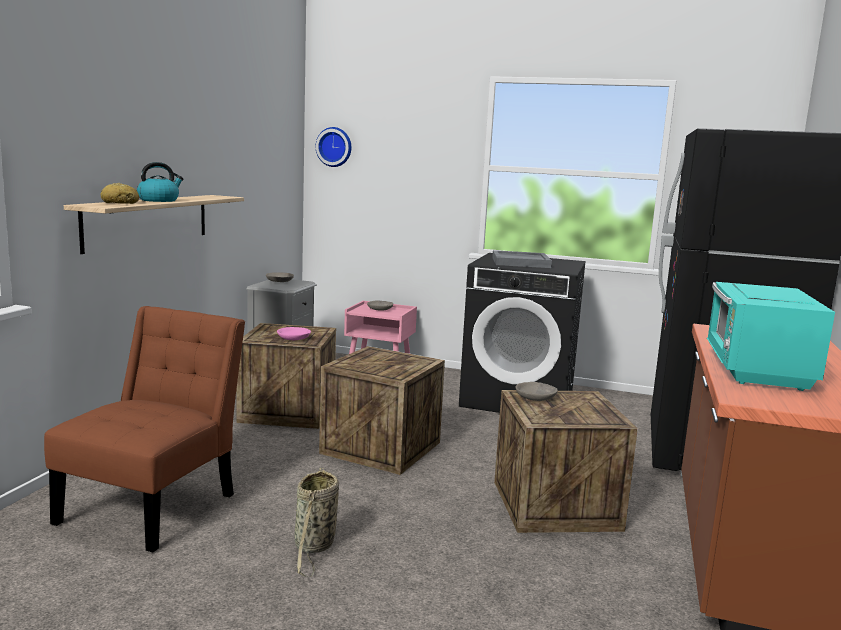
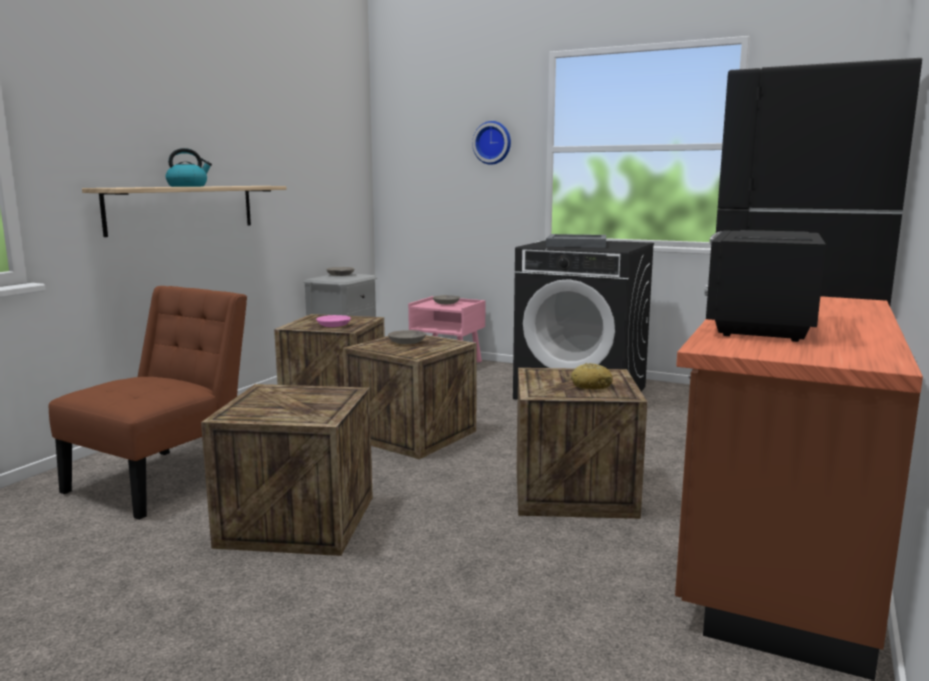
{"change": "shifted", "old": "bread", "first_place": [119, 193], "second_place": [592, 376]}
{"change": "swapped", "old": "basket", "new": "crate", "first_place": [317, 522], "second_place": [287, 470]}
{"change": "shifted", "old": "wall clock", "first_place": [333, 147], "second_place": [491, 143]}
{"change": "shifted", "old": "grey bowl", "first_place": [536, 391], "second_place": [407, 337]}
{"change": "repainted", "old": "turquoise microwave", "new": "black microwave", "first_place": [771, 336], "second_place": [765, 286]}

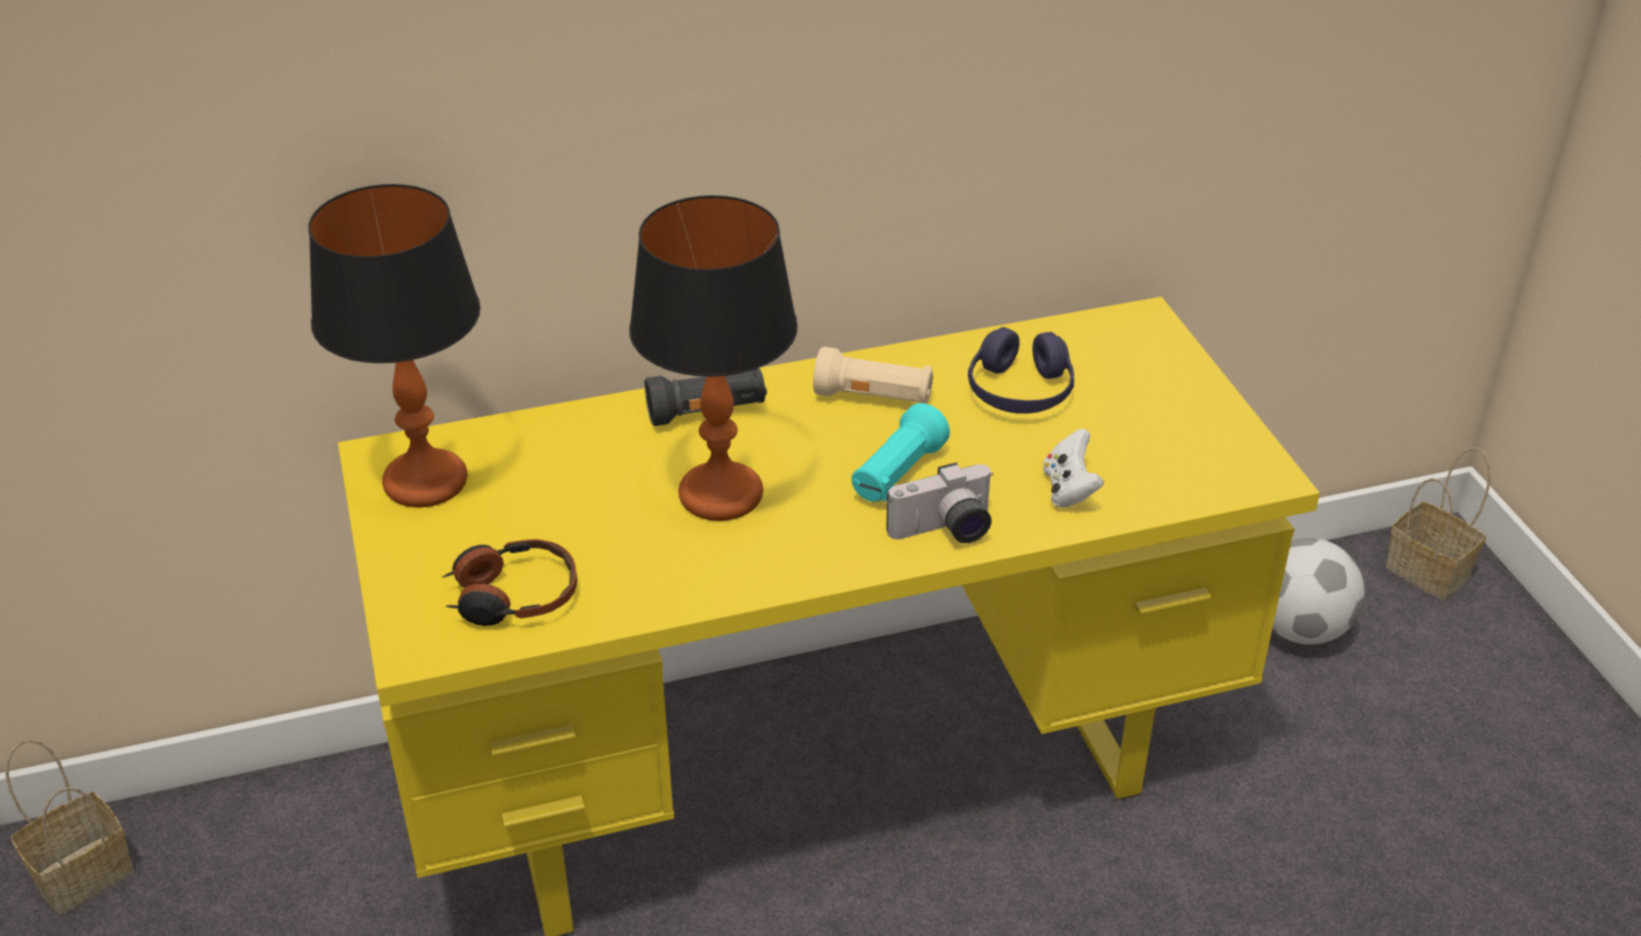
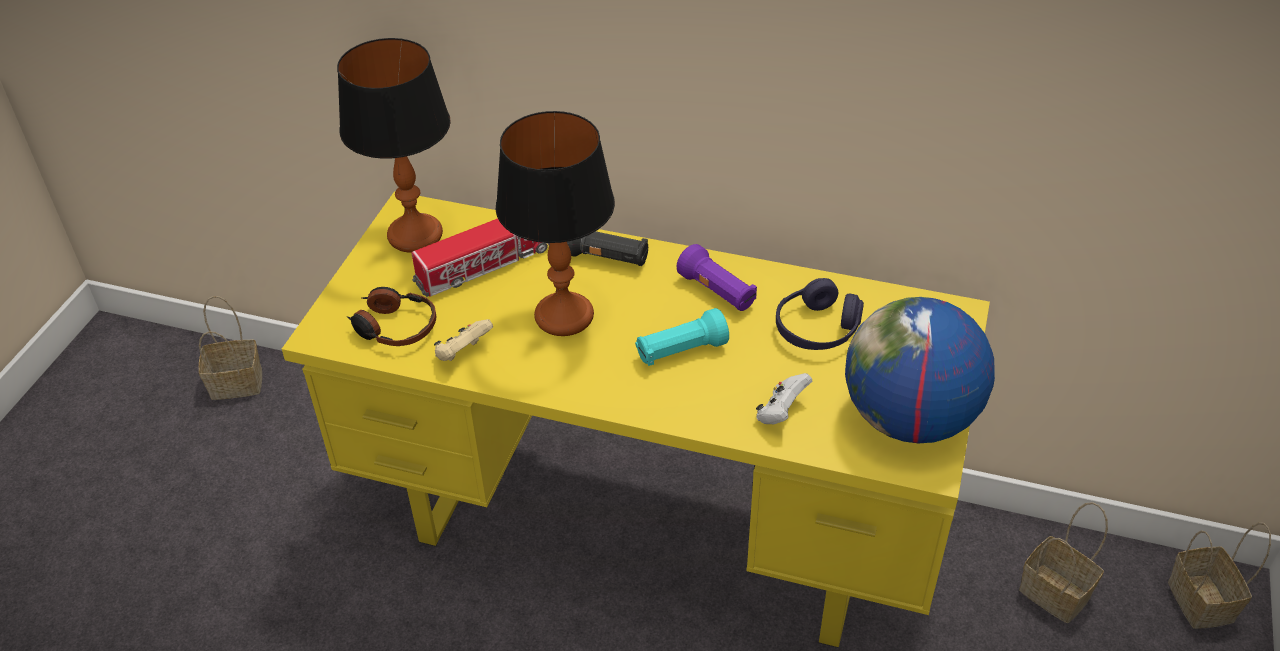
{"change": "repainted", "old": "beige flashlight", "new": "purple flashlight", "first_place": [873, 375], "second_place": [717, 277]}
{"change": "gone", "old": "photo camera", "first_place": [939, 503]}
{"change": "swapped", "old": "football", "new": "basket", "first_place": [1318, 591], "second_place": [1063, 562]}
{"change": "new", "new": "toy truck", "second_place": [481, 257]}
{"change": "new", "new": "beige game controller", "second_place": [463, 340]}
{"change": "new", "new": "globe", "second_place": [920, 370]}

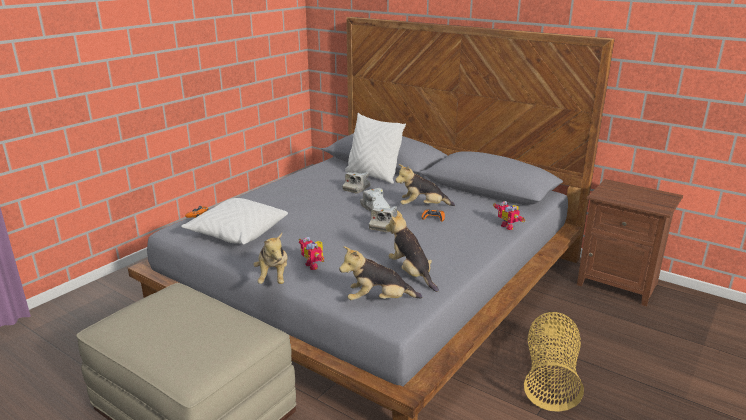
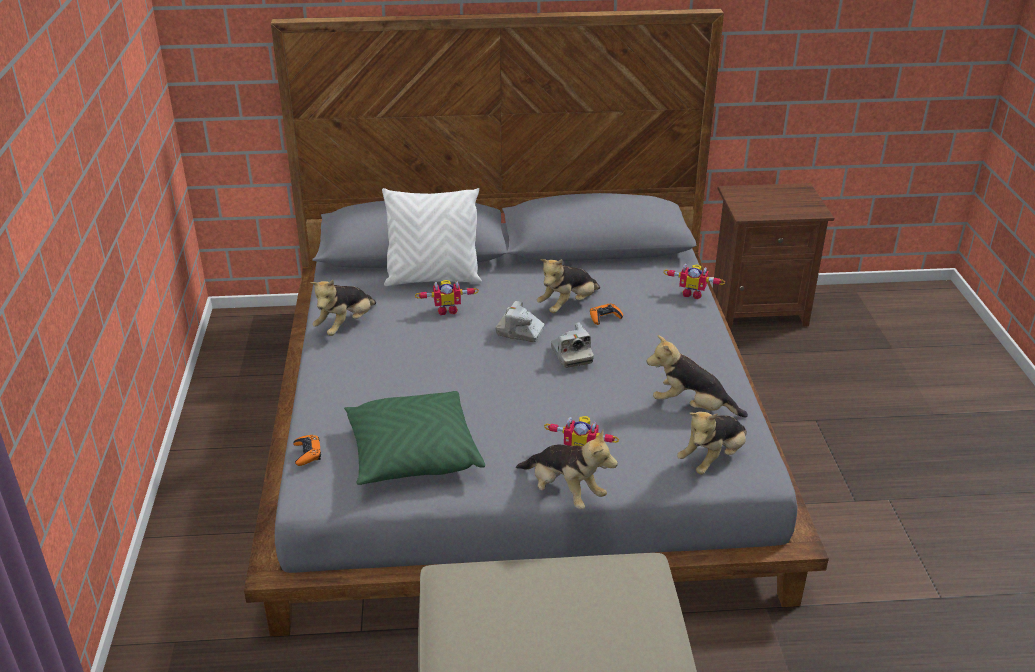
{"change": "repainted", "old": "white pillow", "new": "green pillow", "first_place": [234, 221], "second_place": [414, 438]}
{"change": "swapped", "old": "photo camera", "new": "toy robot", "first_place": [356, 183], "second_place": [447, 297]}
{"change": "gone", "old": "basket", "first_place": [554, 362]}
{"change": "new", "new": "plush toy", "second_place": [343, 308]}

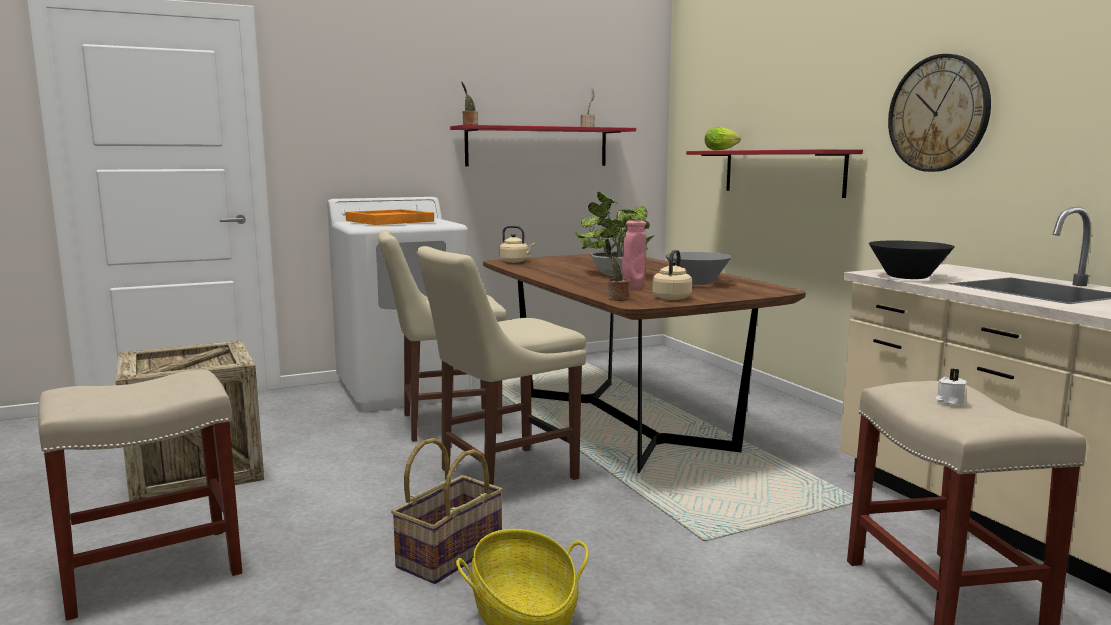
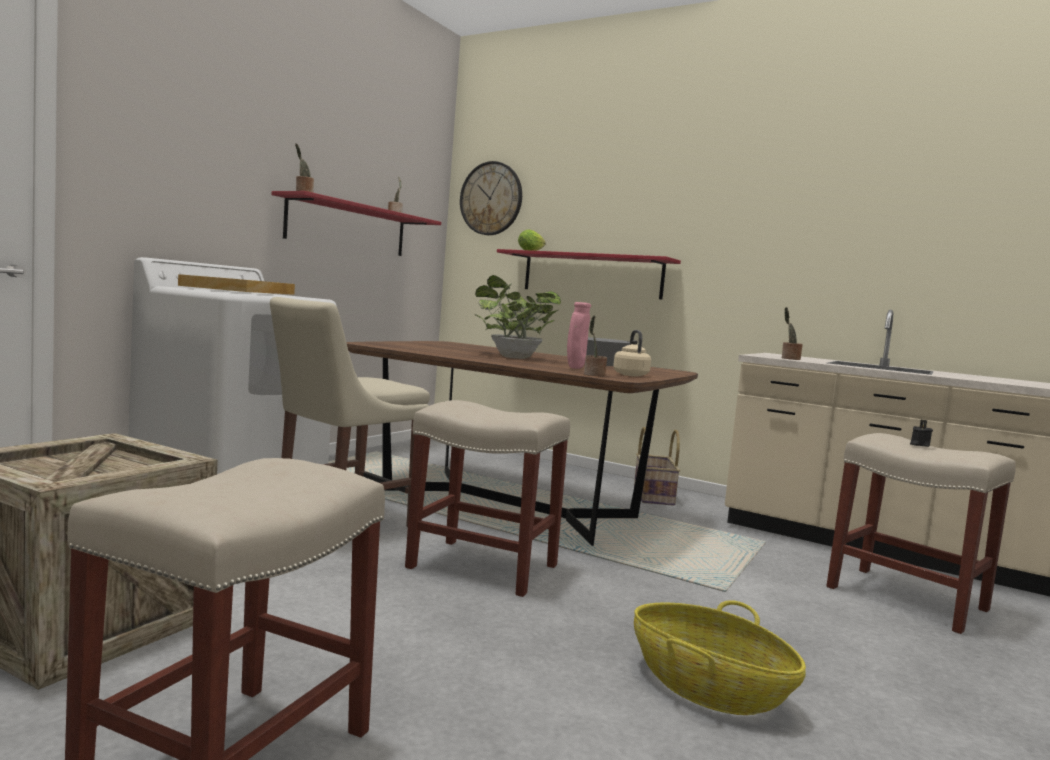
{"change": "repainted", "old": "orange tray", "new": "beige tray", "first_place": [390, 217], "second_place": [236, 284]}
{"change": "shifted", "old": "basket", "first_place": [447, 511], "second_place": [657, 466]}
{"change": "swapped", "old": "beige chair", "new": "beige stool", "first_place": [501, 365], "second_place": [487, 498]}
{"change": "gone", "old": "beige kettle", "first_place": [517, 244]}
{"change": "swapped", "old": "black bowl", "new": "potted plant", "first_place": [911, 260], "second_place": [792, 333]}
{"change": "shifted", "old": "wall clock", "first_place": [939, 113], "second_place": [491, 198]}
{"change": "repainted", "old": "white candle", "new": "black candle", "first_place": [951, 386], "second_place": [921, 433]}

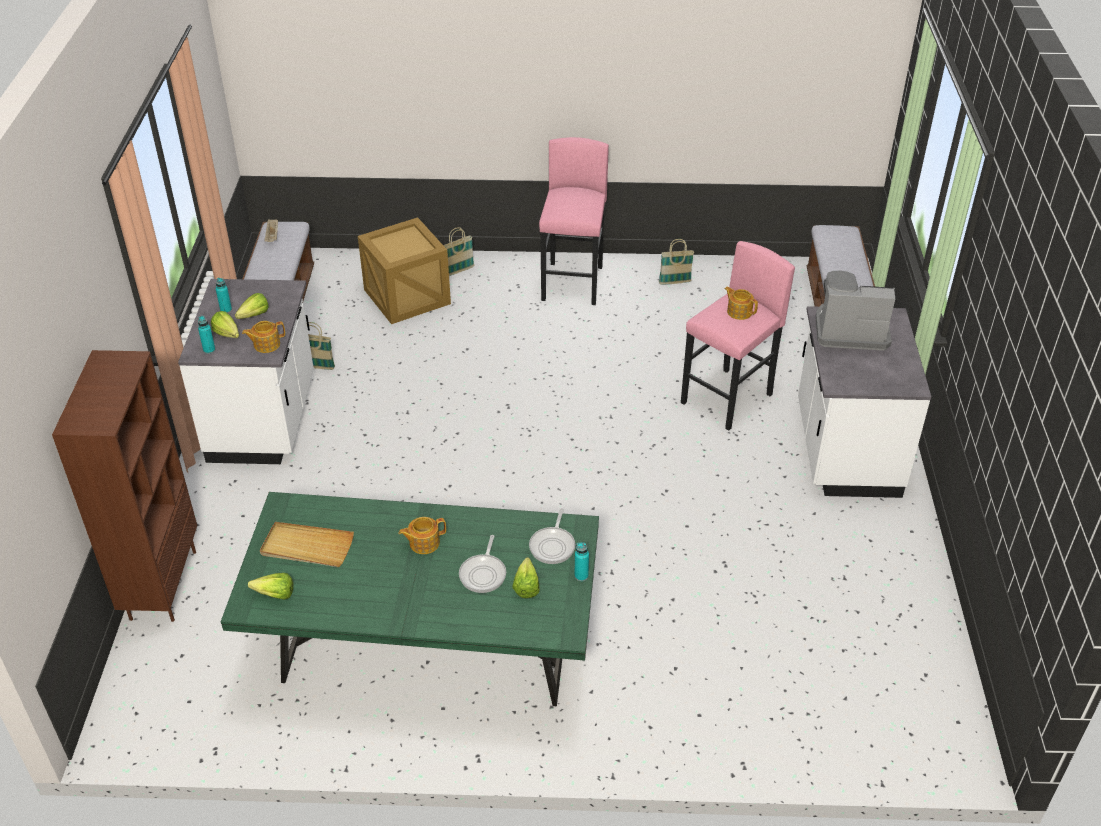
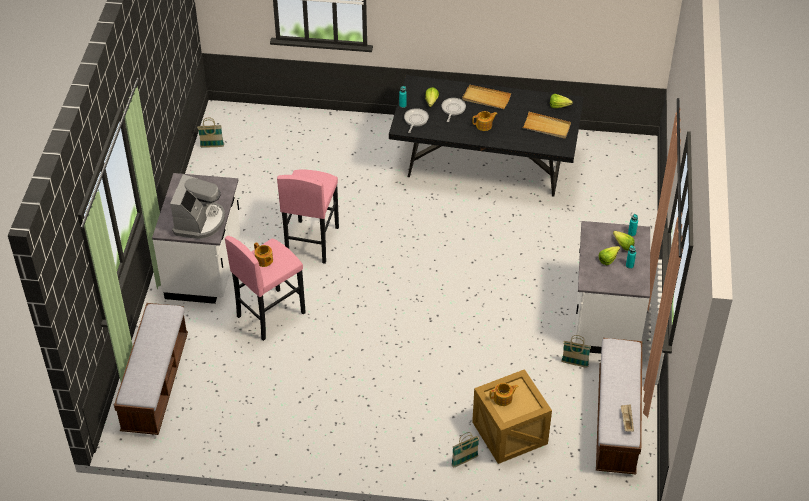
{"change": "gone", "old": "brown bookcase", "first_place": [124, 486]}
{"change": "repainted", "old": "green dining table", "new": "black dining table", "first_place": [410, 599], "second_place": [486, 136]}
{"change": "shifted", "old": "teapot", "first_place": [263, 337], "second_place": [504, 394]}
{"change": "shifted", "old": "pink stool", "first_place": [574, 221], "second_place": [308, 216]}
{"change": "shifted", "old": "basket", "first_place": [676, 262], "second_place": [210, 132]}
{"change": "rotated", "old": "coffee machine", "first_place": [855, 311], "second_place": [197, 206], "degrees": -90}
{"change": "new", "new": "beige tray", "second_place": [486, 97]}

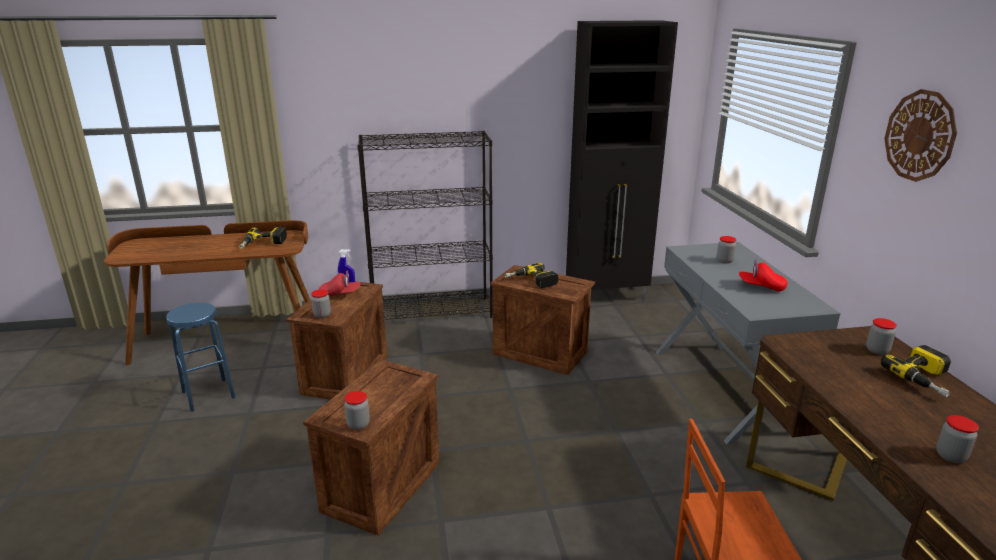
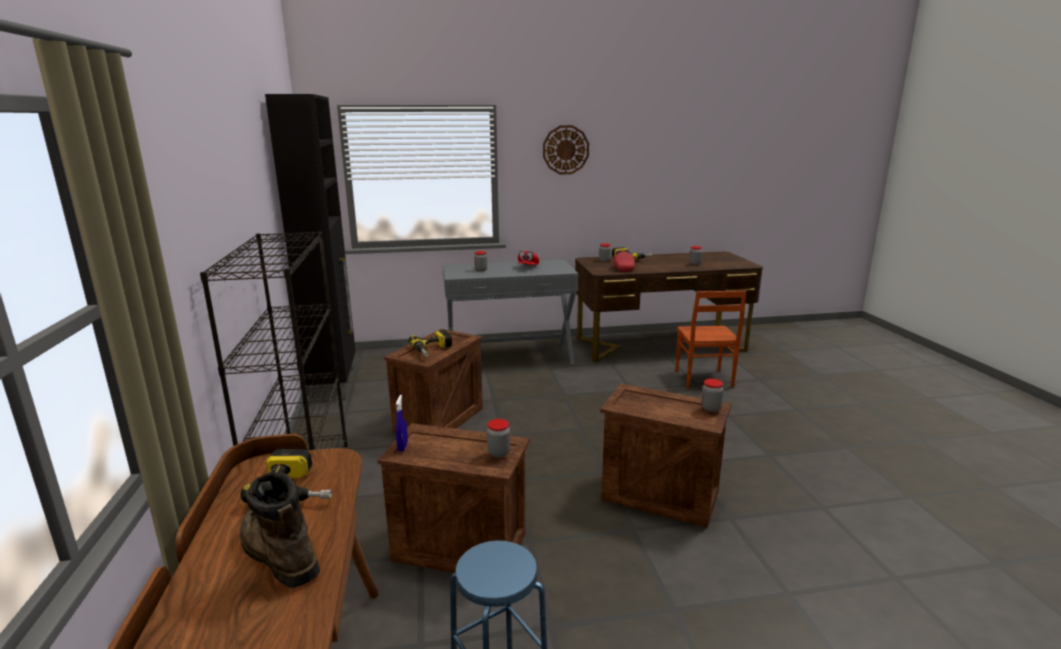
{"change": "shifted", "old": "red cap", "first_place": [340, 284], "second_place": [624, 261]}
{"change": "new", "new": "brown boot", "second_place": [280, 530]}

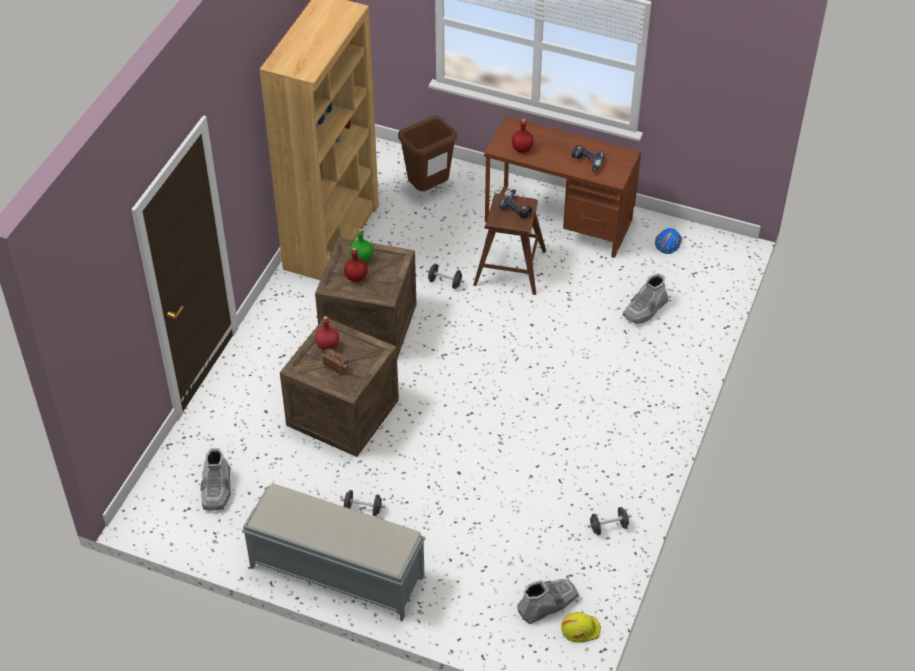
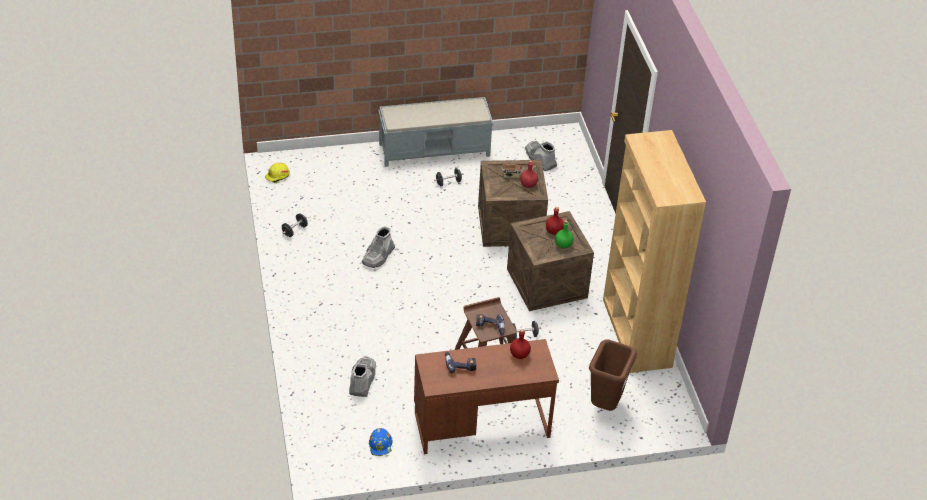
{"change": "shifted", "old": "grey boot", "first_place": [548, 601], "second_place": [378, 247]}

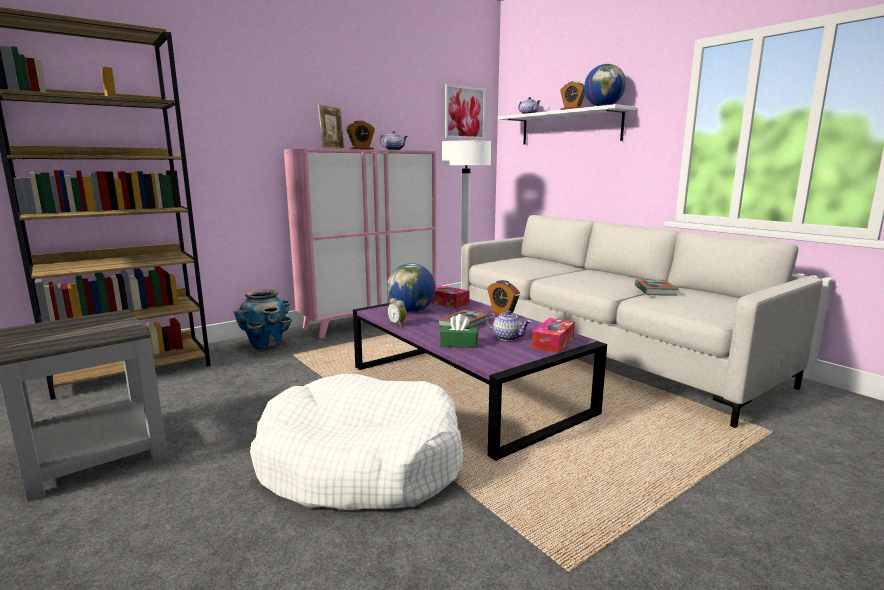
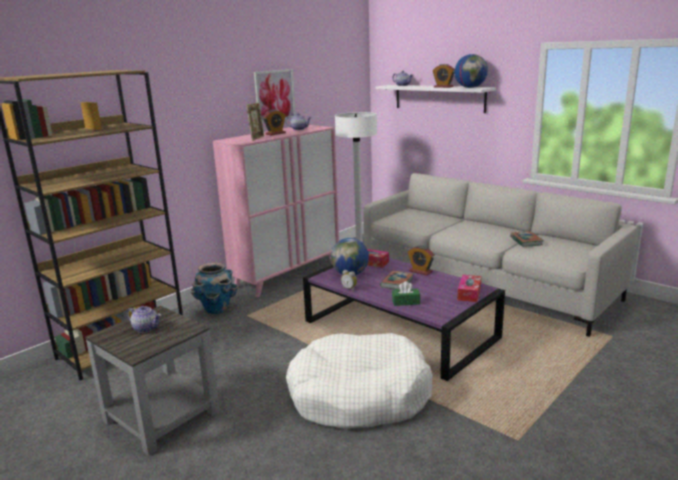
{"change": "shifted", "old": "picture", "first_place": [465, 111], "second_place": [275, 96]}
{"change": "shifted", "old": "teapot", "first_place": [508, 325], "second_place": [143, 319]}

